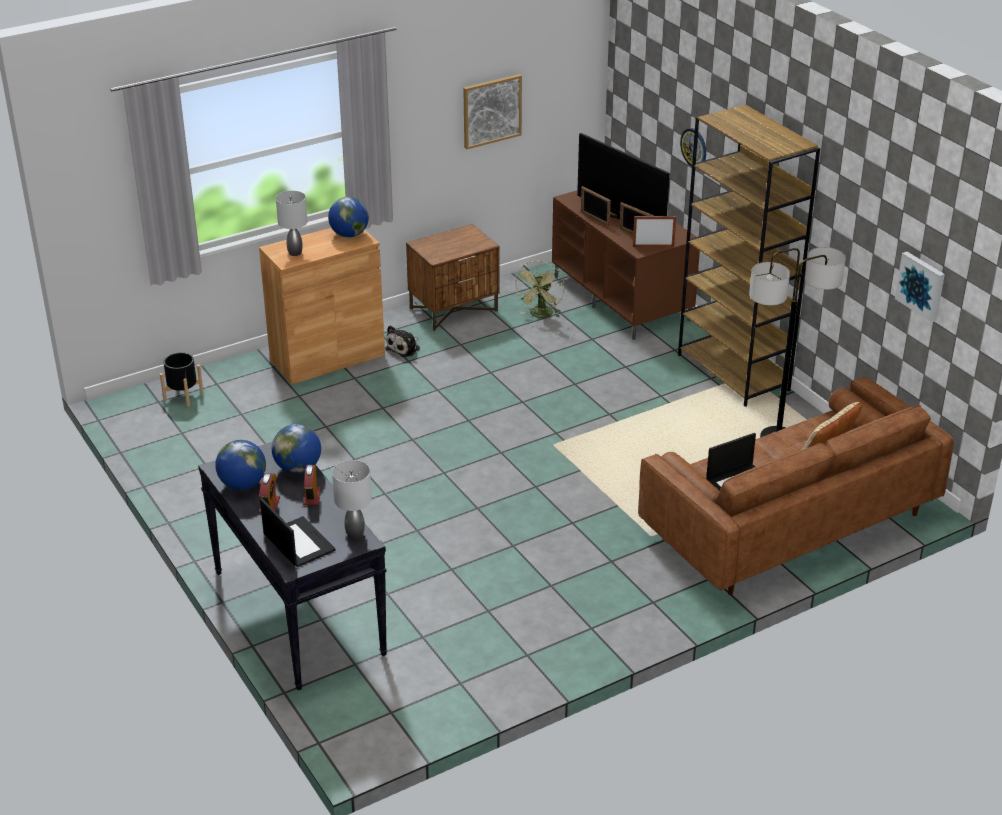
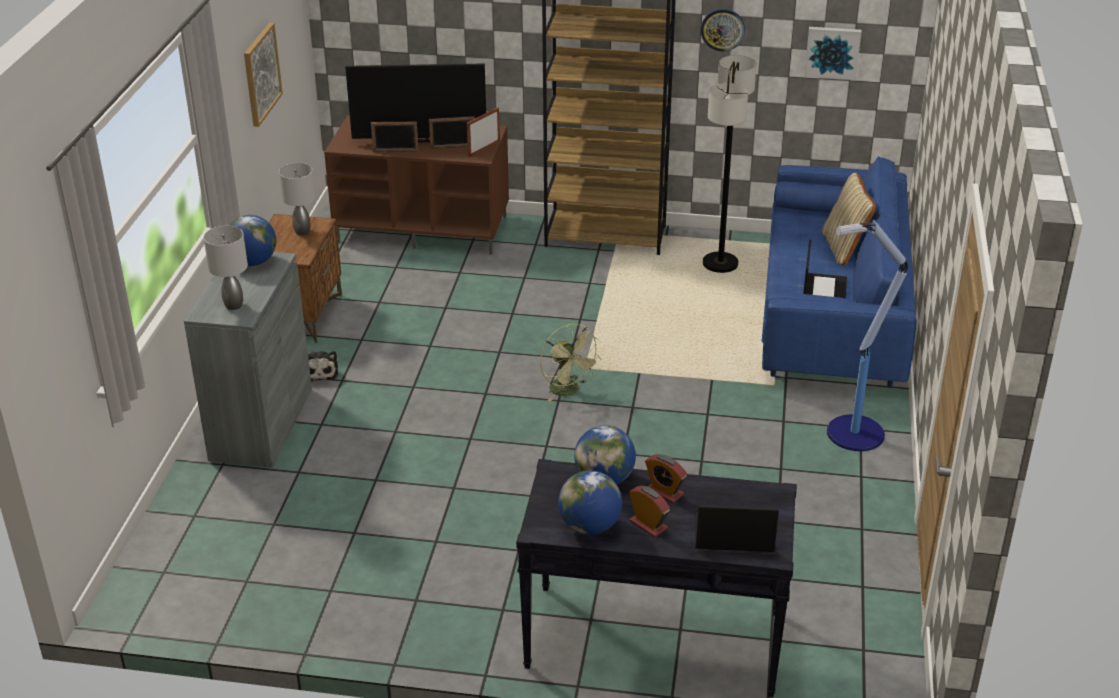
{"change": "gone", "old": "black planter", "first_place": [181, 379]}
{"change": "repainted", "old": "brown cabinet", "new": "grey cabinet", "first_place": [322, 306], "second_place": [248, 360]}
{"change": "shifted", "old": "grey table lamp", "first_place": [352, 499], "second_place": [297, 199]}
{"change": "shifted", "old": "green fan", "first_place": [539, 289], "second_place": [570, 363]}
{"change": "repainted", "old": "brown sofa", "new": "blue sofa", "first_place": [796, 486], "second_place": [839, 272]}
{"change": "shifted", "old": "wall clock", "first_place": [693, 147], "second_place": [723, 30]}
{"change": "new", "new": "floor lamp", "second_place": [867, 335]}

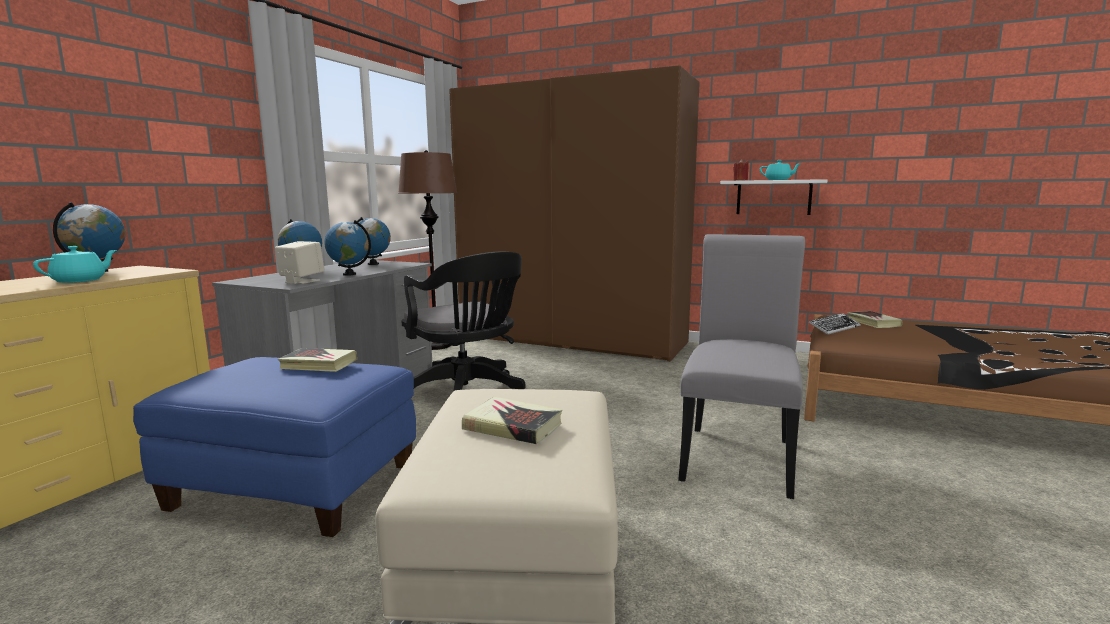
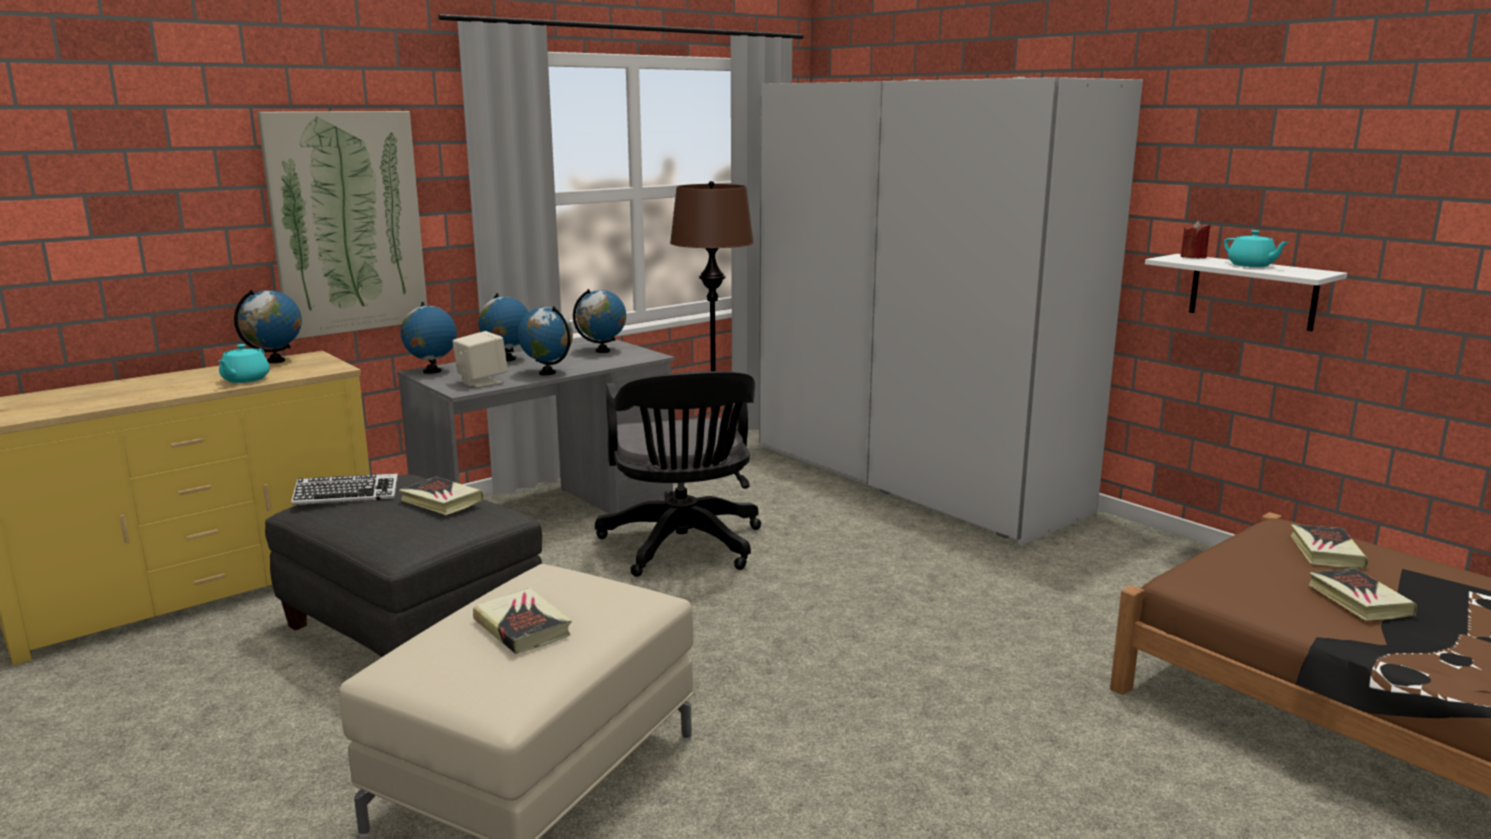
{"change": "rotated", "old": "turquoise teapot", "first_place": [75, 264], "second_place": [244, 363], "degrees": 135}
{"change": "repainted", "old": "blue ottoman", "new": "grey ottoman", "first_place": [274, 447], "second_place": [403, 565]}
{"change": "repainted", "old": "brown wardrobe", "new": "white wardrobe", "first_place": [574, 213], "second_place": [951, 311]}
{"change": "gone", "old": "grey chair", "first_place": [741, 366]}
{"change": "shifted", "old": "keyboard", "first_place": [834, 324], "second_place": [344, 489]}
{"change": "new", "new": "picture", "second_place": [342, 225]}
{"change": "new", "new": "globe", "second_place": [428, 338]}
{"change": "new", "new": "book", "second_place": [1363, 594]}

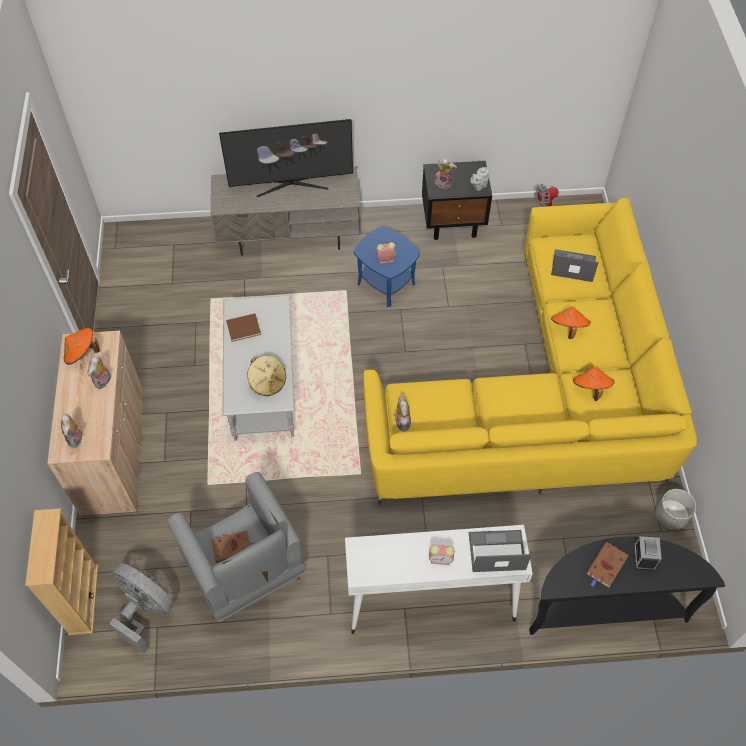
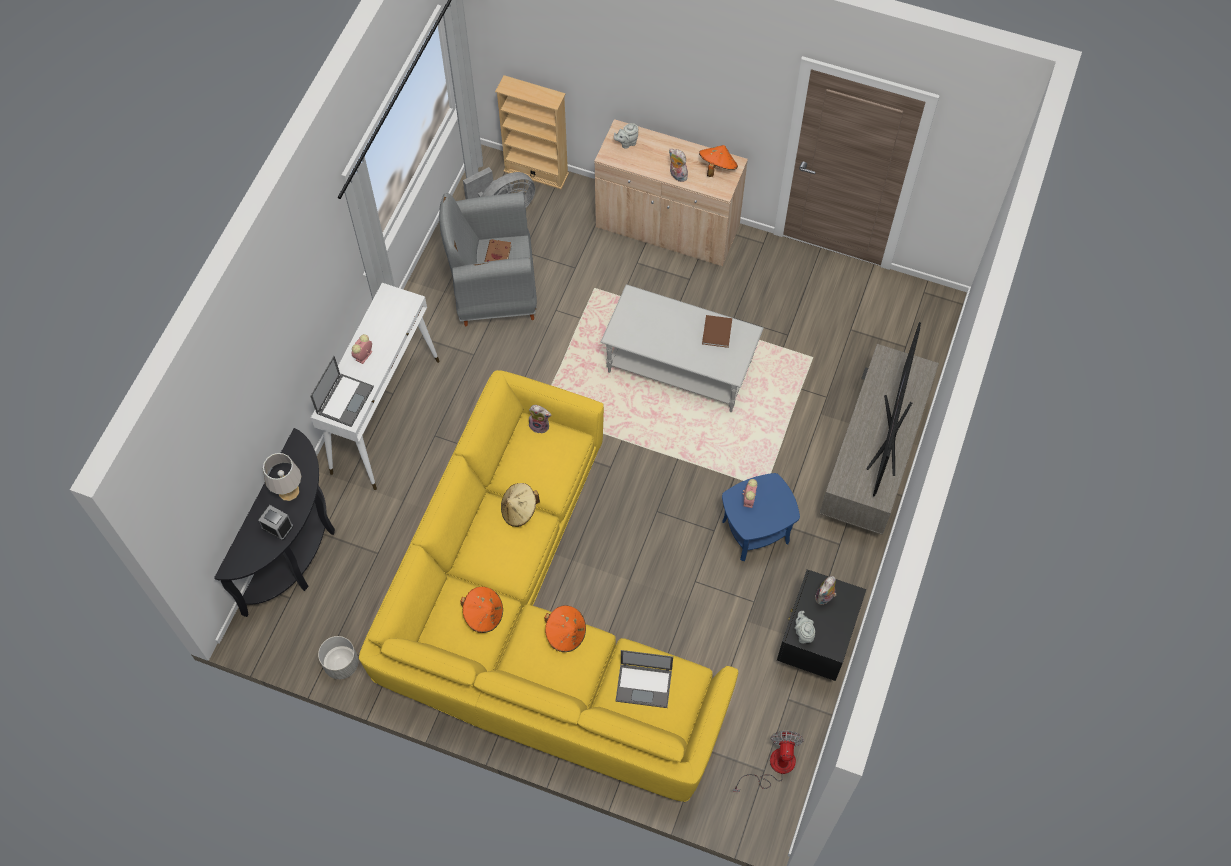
{"change": "swapped", "old": "plush toy", "new": "grey teapot", "first_place": [71, 430], "second_place": [625, 136]}
{"change": "shifted", "old": "beige hat", "first_place": [266, 375], "second_place": [520, 505]}
{"change": "rotated", "old": "laptop", "first_place": [575, 265], "second_place": [644, 679], "degrees": 60}
{"change": "swapped", "old": "brown book", "new": "grey table lamp", "first_place": [607, 565], "second_place": [282, 477]}

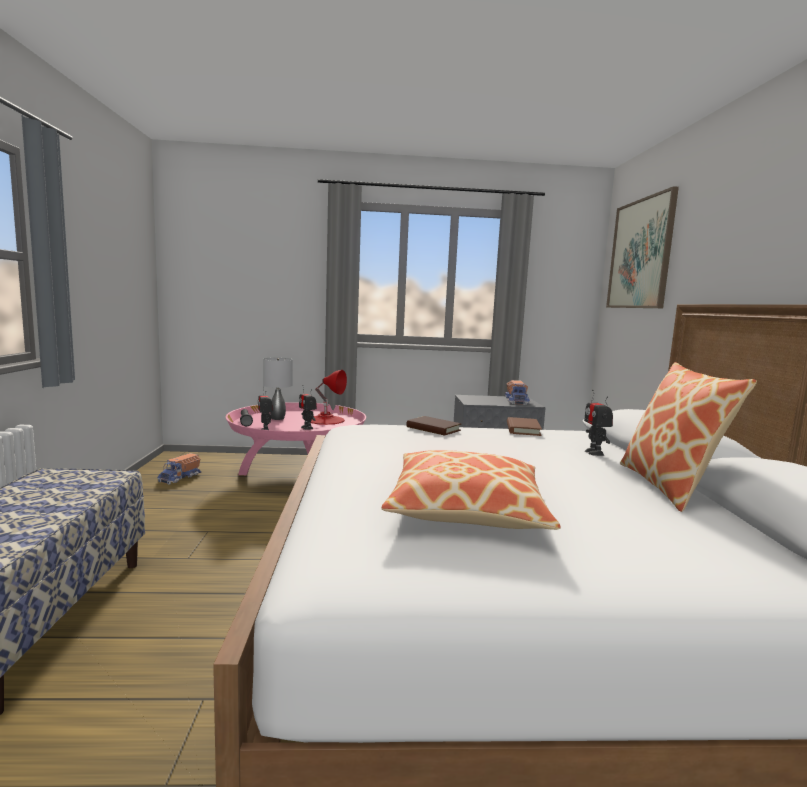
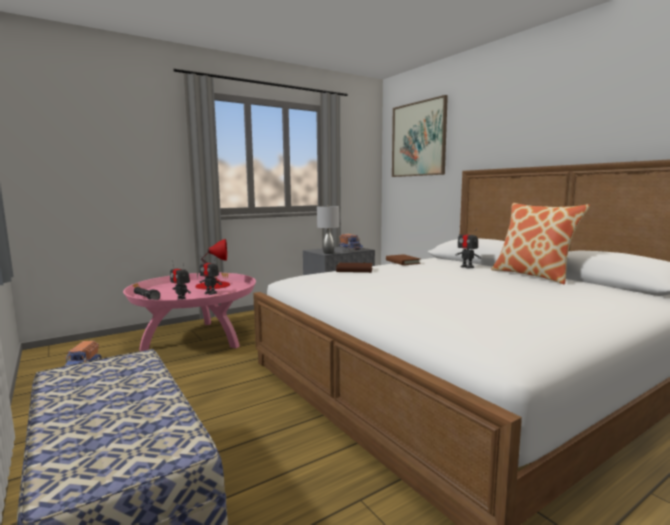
{"change": "shifted", "old": "grey table lamp", "first_place": [278, 388], "second_place": [328, 230]}
{"change": "gone", "old": "pillow", "first_place": [471, 490]}

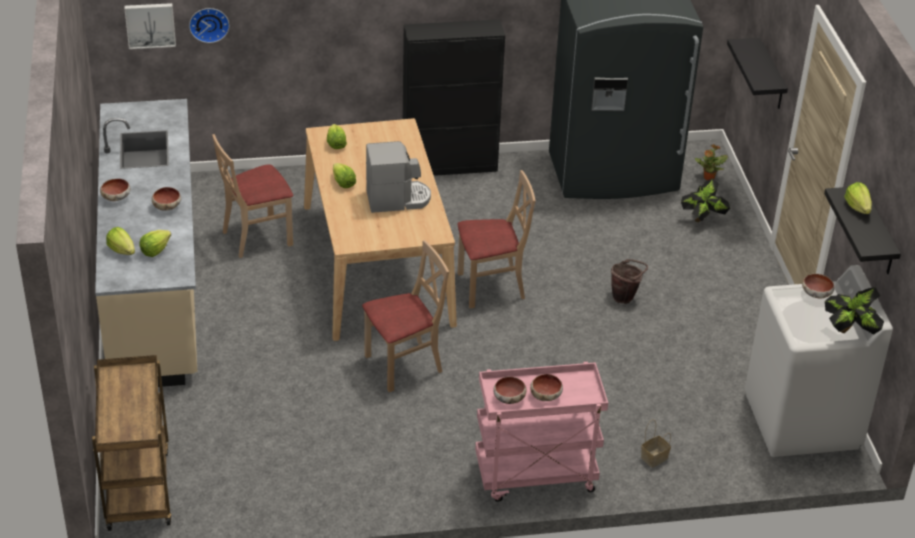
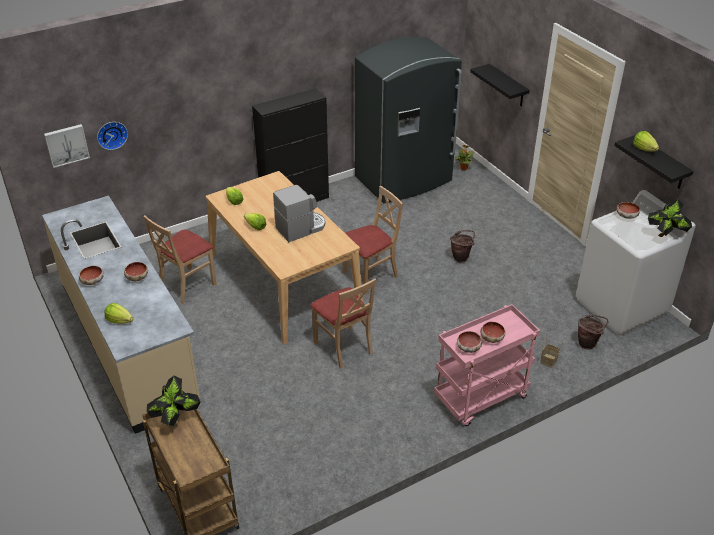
{"change": "gone", "old": "lettuce", "first_place": [155, 243]}
{"change": "rotated", "old": "beige chair", "first_place": [405, 316], "second_place": [343, 323], "degrees": 105}
{"change": "shifted", "old": "potted plant", "first_place": [705, 200], "second_place": [174, 401]}
{"change": "new", "new": "brown bucket", "second_place": [593, 332]}

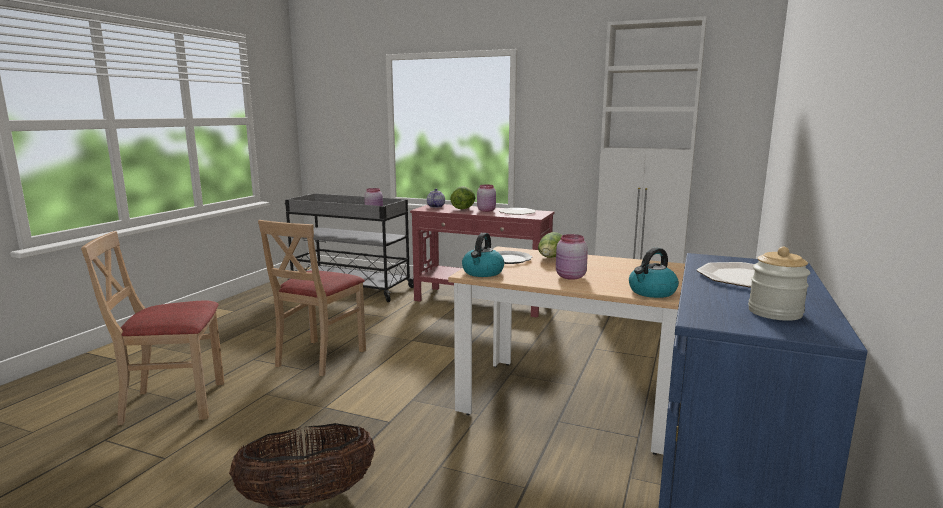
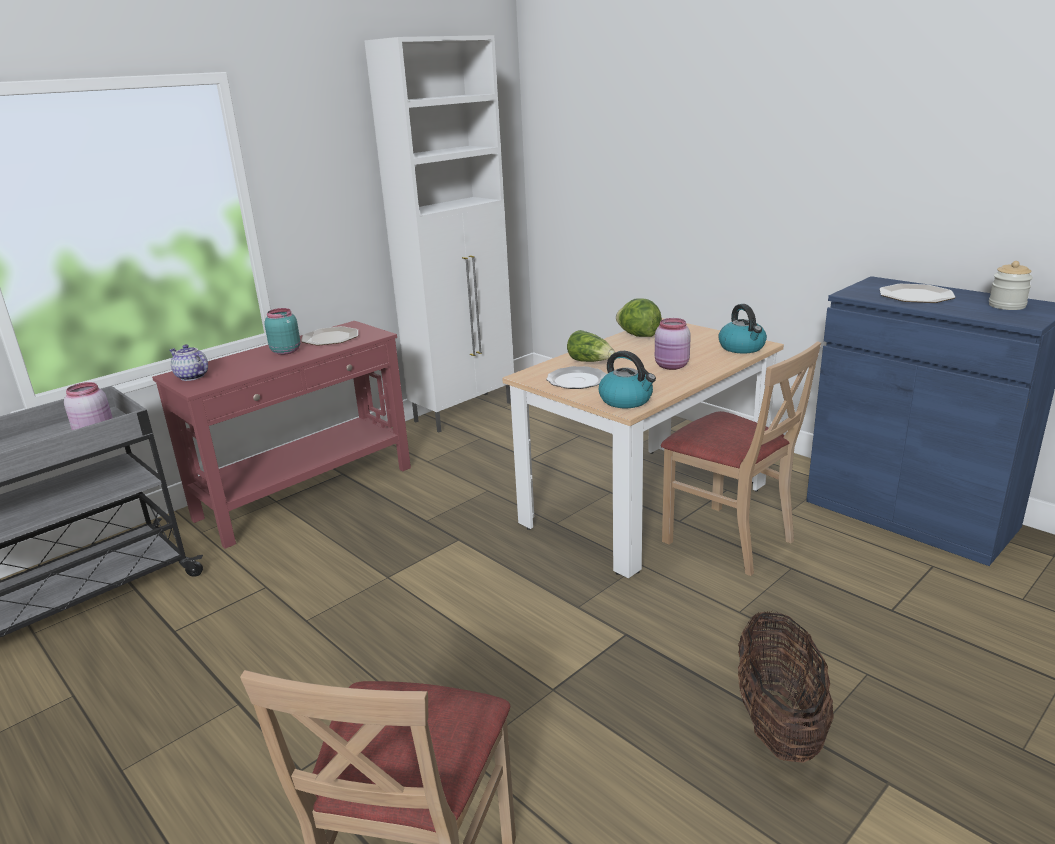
{"change": "shifted", "old": "beige chair", "first_place": [312, 298], "second_place": [741, 458]}
{"change": "shifted", "old": "lettuce", "first_place": [462, 197], "second_place": [639, 317]}
{"change": "repainted", "old": "pink jar", "new": "turquoise jar", "first_place": [486, 198], "second_place": [282, 331]}

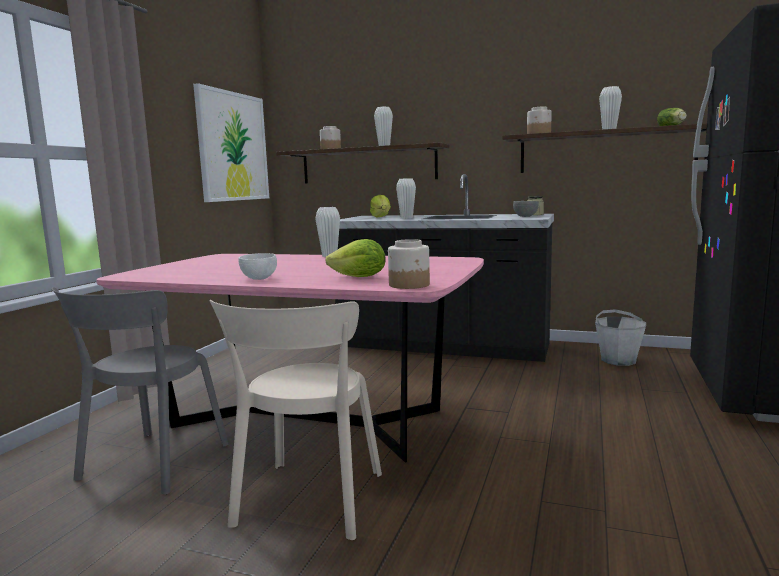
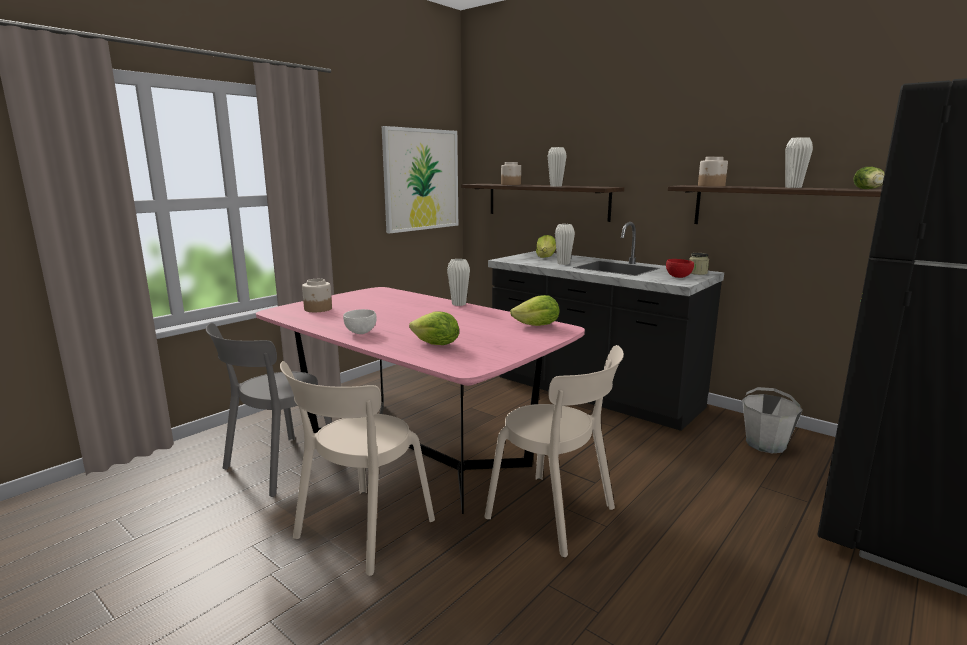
{"change": "shifted", "old": "jar", "first_place": [409, 264], "second_place": [317, 295]}
{"change": "repainted", "old": "grey bowl", "new": "red bowl", "first_place": [526, 209], "second_place": [680, 268]}
{"change": "new", "new": "beige chair", "second_place": [554, 451]}
{"change": "new", "new": "lettuce", "second_place": [534, 310]}

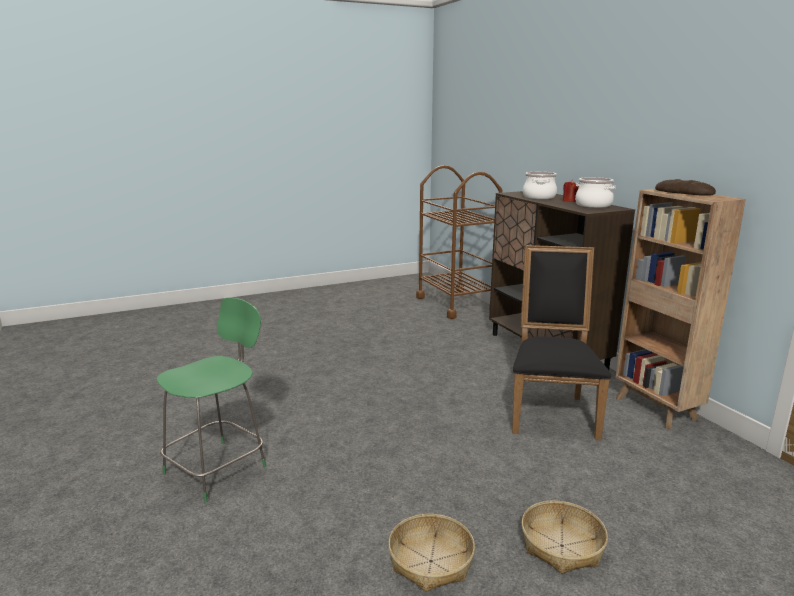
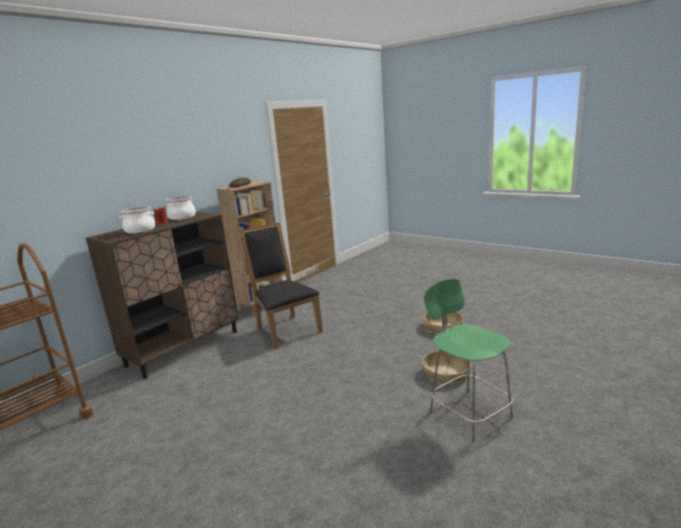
{"change": "rotated", "old": "green chair", "first_place": [211, 400], "second_place": [468, 360], "degrees": 45}
{"change": "rotated", "old": "black chair", "first_place": [561, 342], "second_place": [281, 285], "degrees": 75}
{"change": "shifted", "old": "basket", "first_place": [564, 537], "second_place": [446, 367]}

